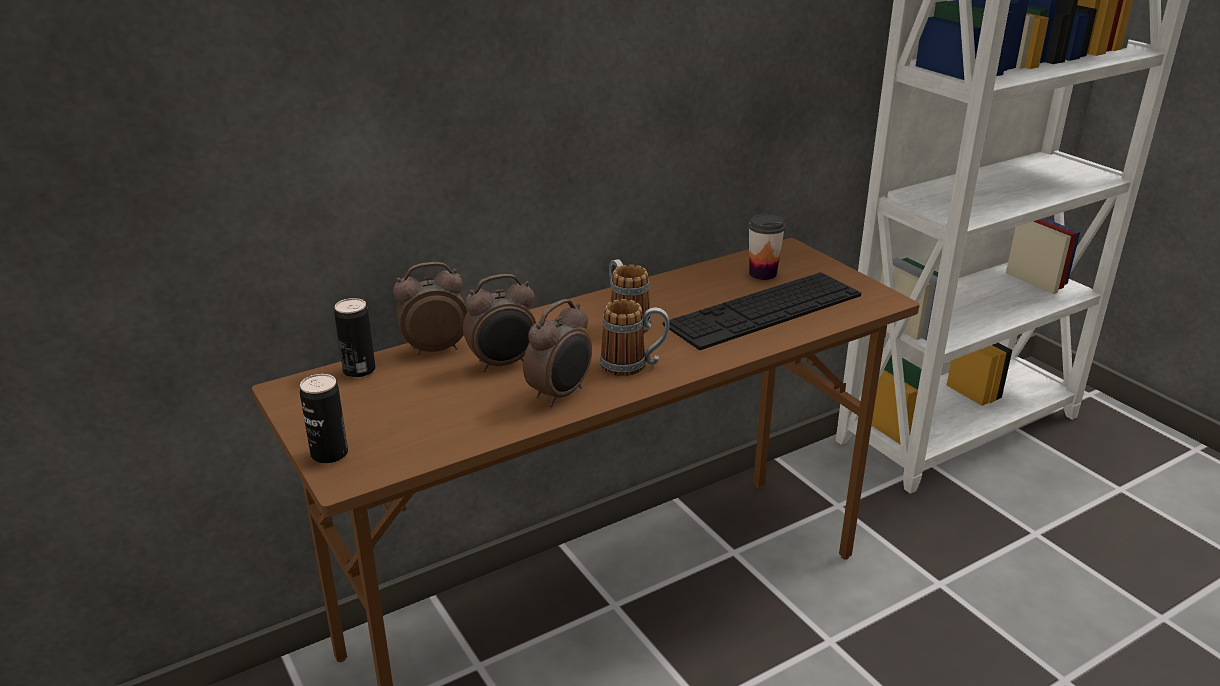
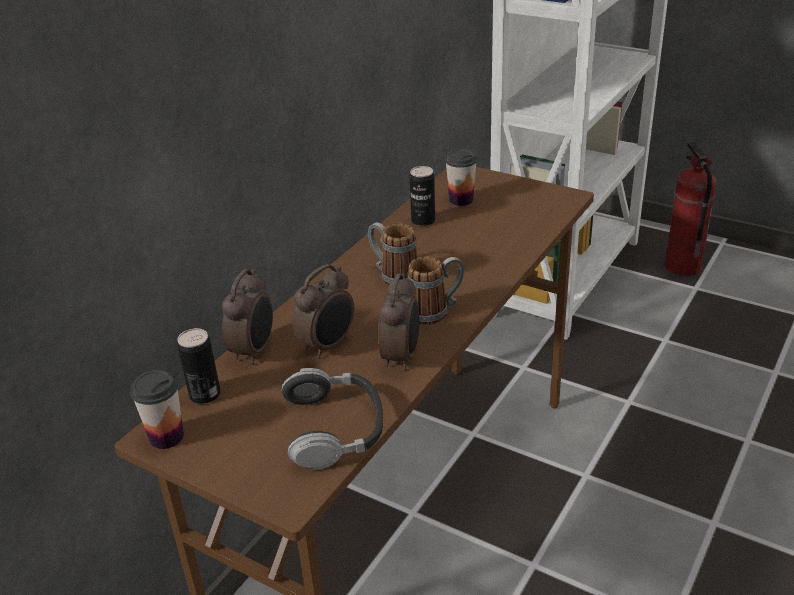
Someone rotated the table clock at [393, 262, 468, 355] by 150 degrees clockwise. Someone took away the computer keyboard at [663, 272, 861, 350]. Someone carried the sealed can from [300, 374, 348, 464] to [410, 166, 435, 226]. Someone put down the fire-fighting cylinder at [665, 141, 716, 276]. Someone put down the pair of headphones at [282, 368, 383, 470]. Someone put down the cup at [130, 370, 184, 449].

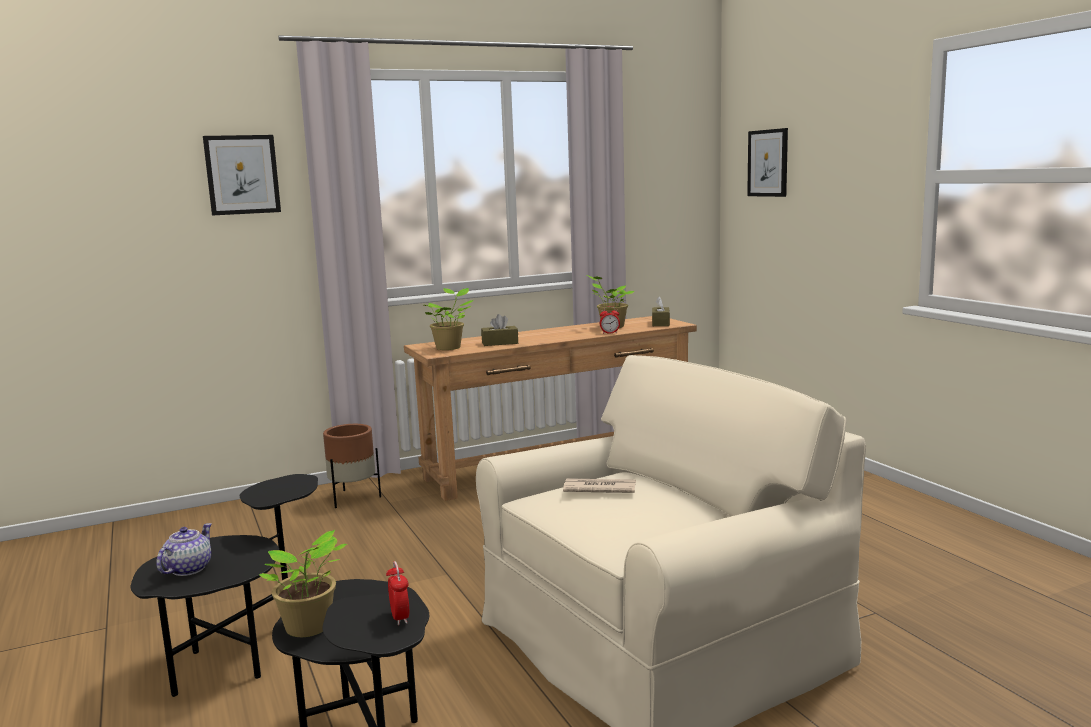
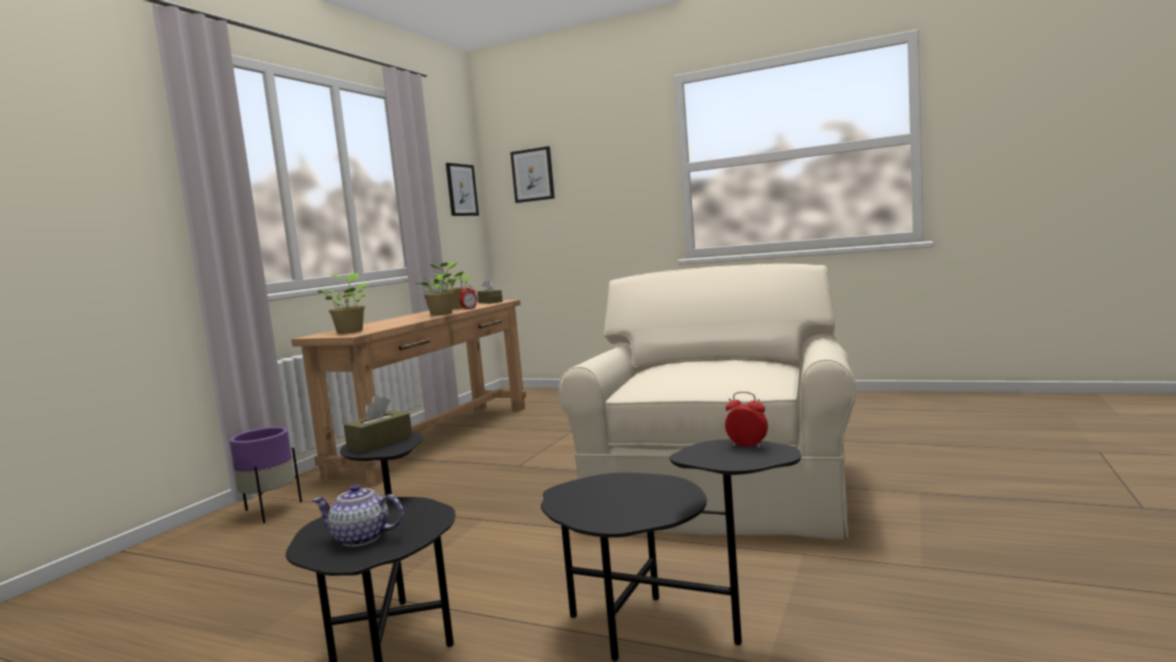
Someone carried the wall picture from [203, 135, 281, 216] to [446, 163, 479, 216]. Someone carried the brown tissue holder from [481, 314, 518, 346] to [344, 395, 412, 453]. Someone repainted the brown flower pot at [323, 424, 381, 508], which became the purplish flower pot at [229, 427, 302, 523]. Someone took away the daily paper at [563, 478, 636, 493]. Someone rotated the teapot at [156, 523, 212, 576] by 60 degrees counterclockwise. Someone carried the potted plant from [259, 530, 347, 637] to [416, 262, 457, 316].

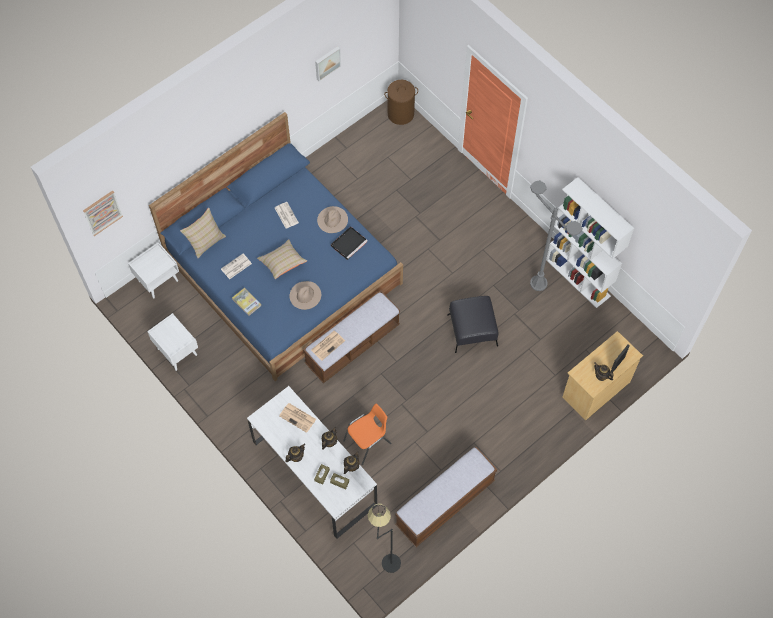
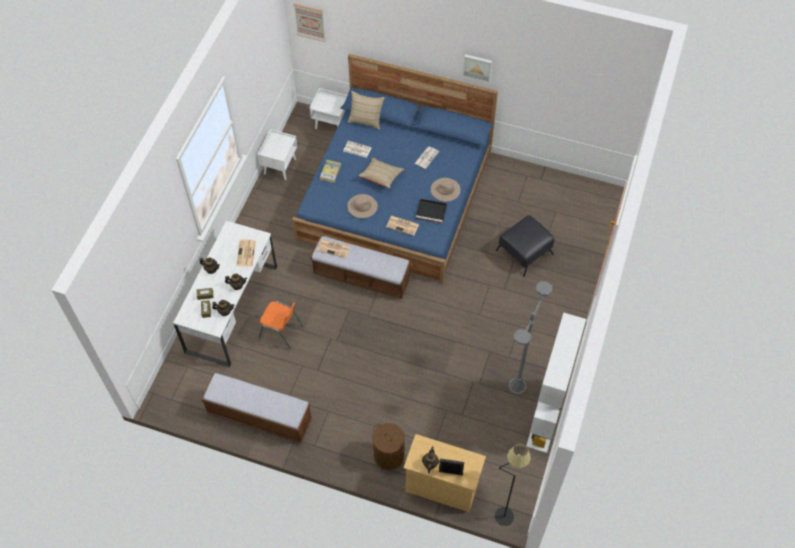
Someone carried the wall picture from [315, 46, 341, 81] to [463, 54, 492, 82]. Someone carried the brown hamper from [384, 80, 418, 125] to [373, 423, 405, 470]. Someone carried the black pouffe from [447, 296, 499, 353] to [496, 215, 555, 277]. Someone carried the black standard lamp from [368, 503, 401, 573] to [495, 443, 531, 526]. Someone put down the daily paper at [386, 216, 419, 236].

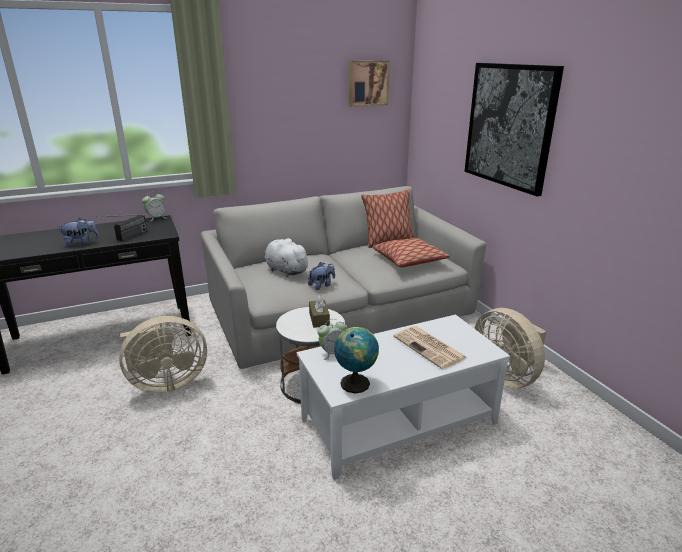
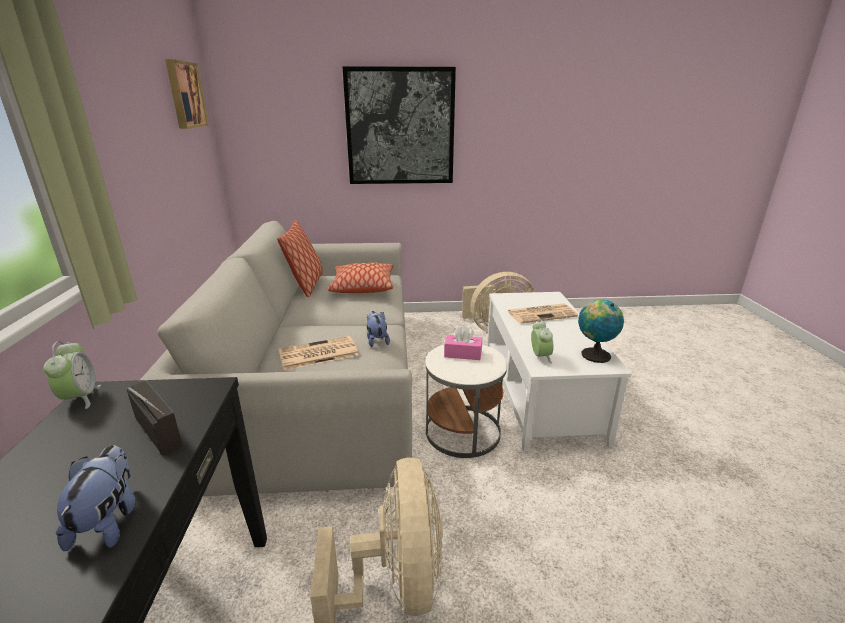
Someone swapped the whitish soft toy at [265, 238, 311, 277] for the daily paper at [279, 336, 359, 370]. Someone repainted the brown tissue holder at [309, 295, 330, 328], which became the pink tissue holder at [444, 326, 482, 360].

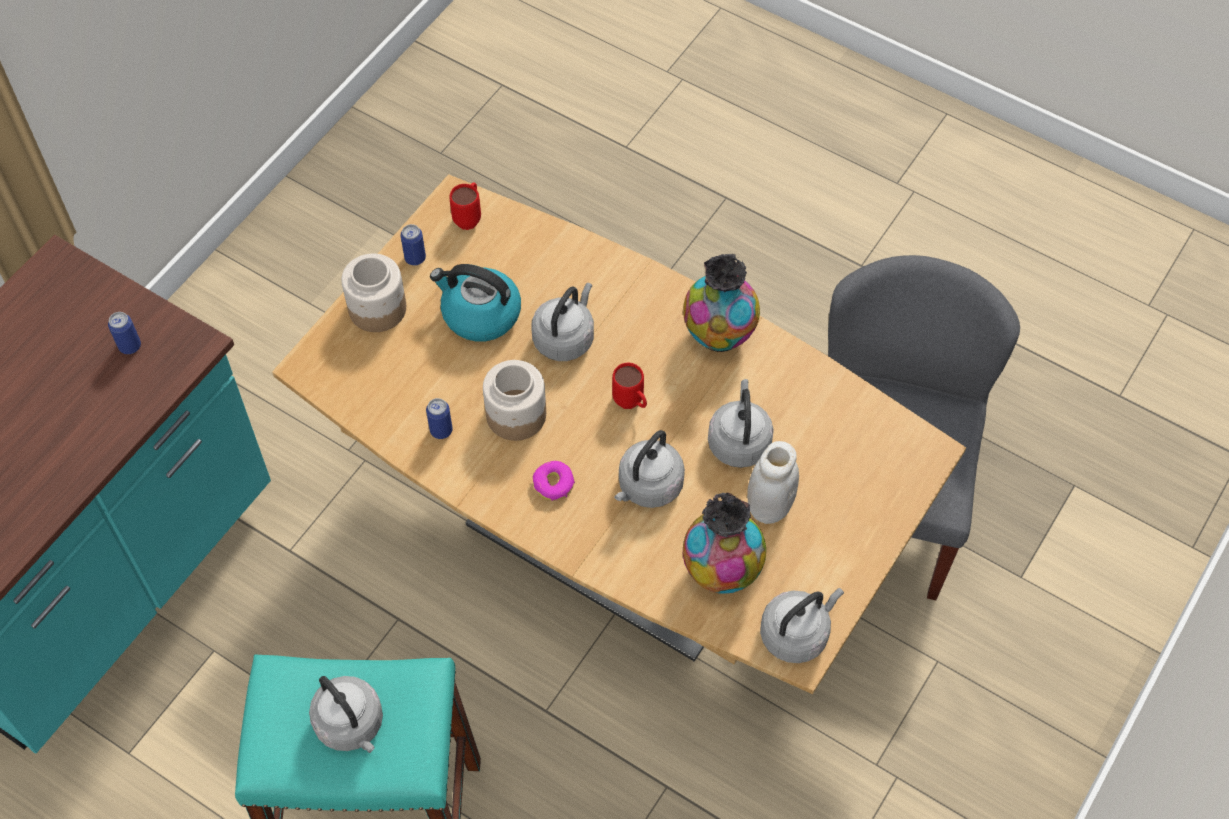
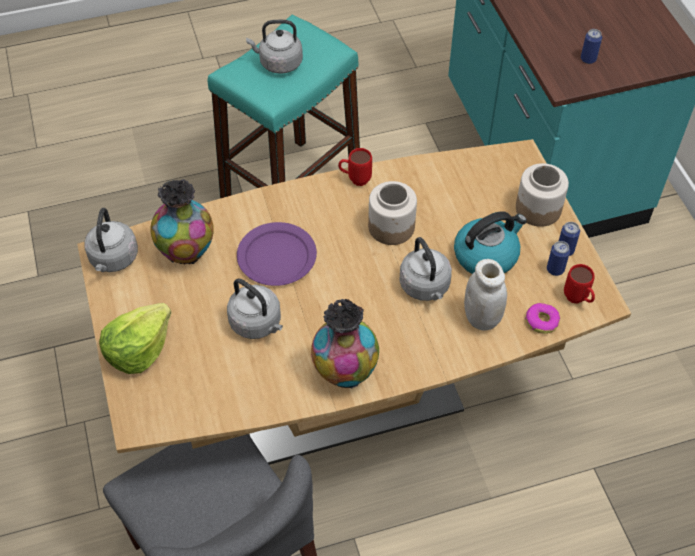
Someone carried the reddish mug from [612, 363, 647, 409] to [338, 148, 372, 186]. Someone carried the sealed can from [426, 398, 453, 439] to [547, 241, 570, 276]. Someone swapped the gray tea kettle at [614, 430, 685, 508] for the purplish plate at [237, 222, 317, 286]. Someone carried the whitish storage jar from [747, 441, 799, 524] to [464, 259, 507, 331]. Someone carried the ring doughnut from [533, 461, 575, 501] to [525, 303, 560, 334]. Someone put down the lettuce at [99, 303, 172, 374].

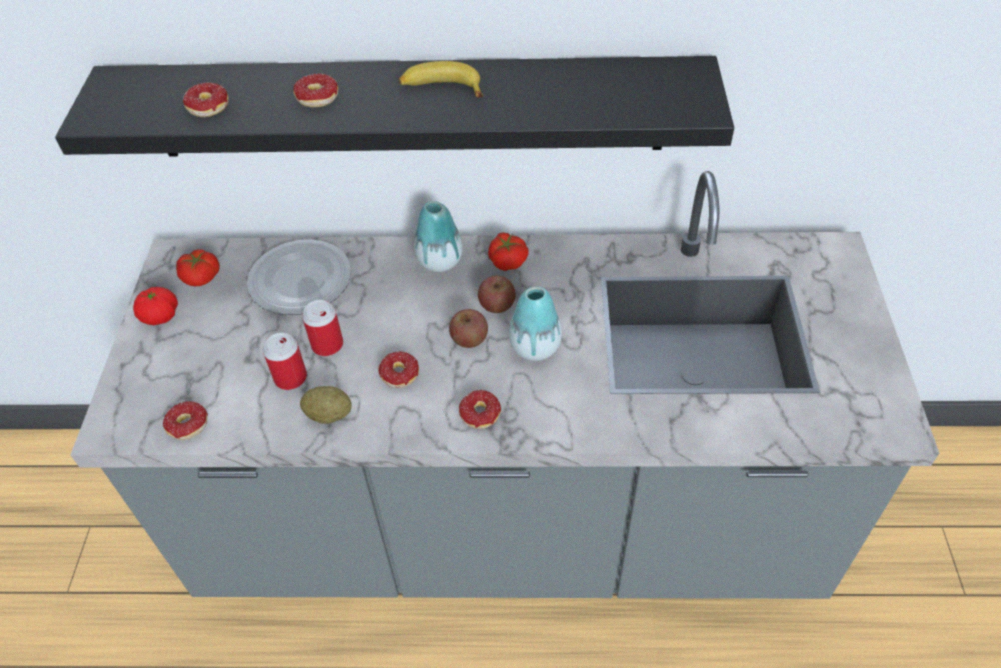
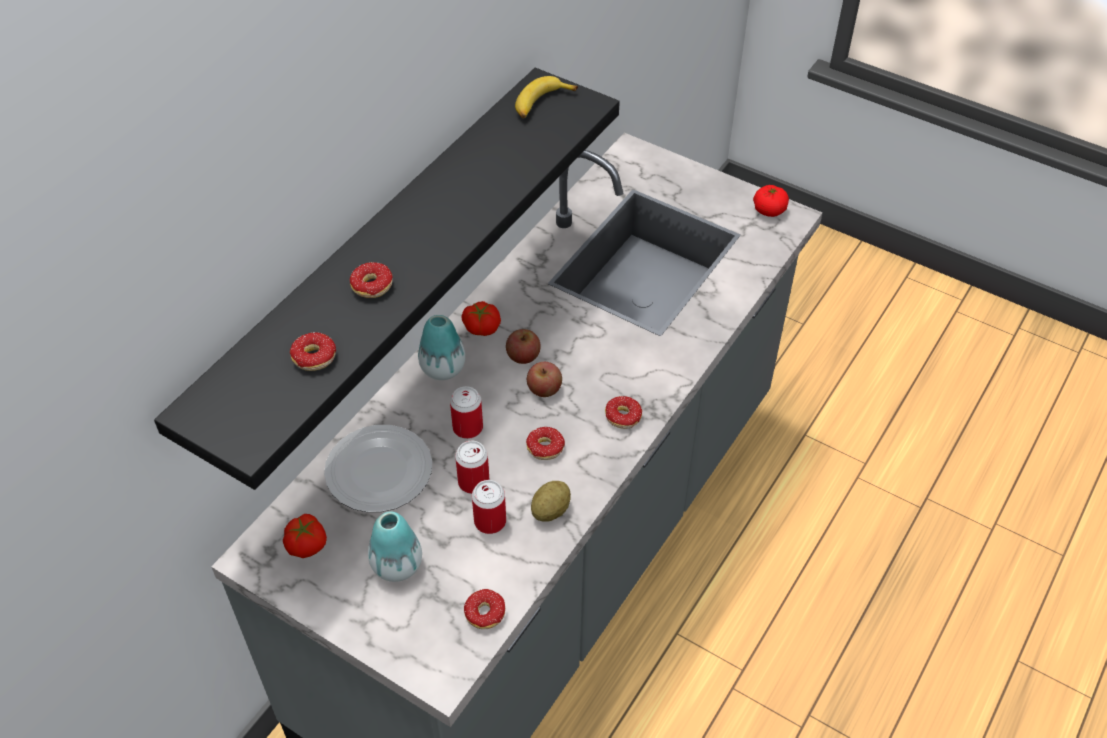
Someone carried the whole banana from [398, 61, 483, 98] to [515, 76, 578, 118]. Someone carried the flower vase from [509, 286, 562, 361] to [368, 511, 422, 582]. Someone carried the whole tomato from [133, 287, 178, 325] to [753, 185, 789, 217]. Someone put down the sealed can at [450, 386, 483, 439].

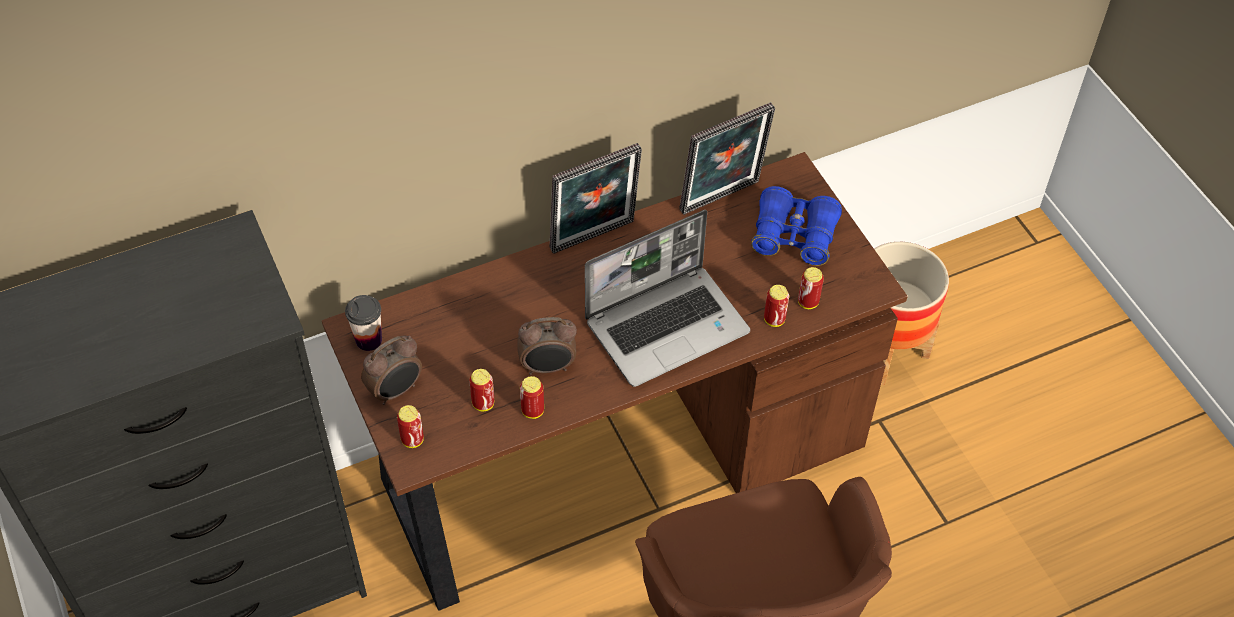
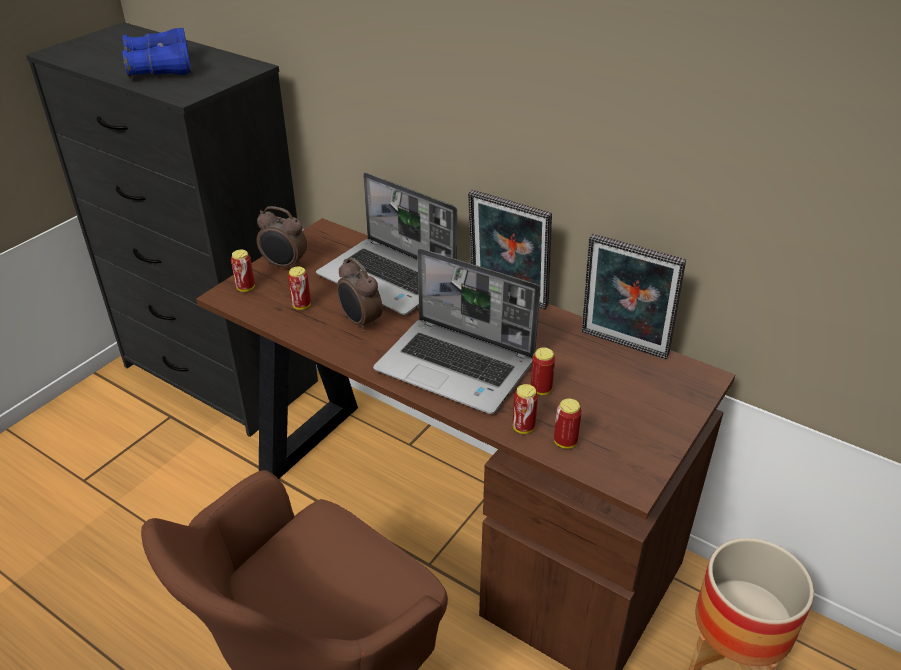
Someone carried the blue pair of binoculars from [751, 186, 842, 266] to [122, 28, 192, 78]. Someone took away the cup at [345, 295, 382, 351]. Someone carried the sealed can from [520, 376, 544, 419] to [531, 347, 555, 395]. Someone put down the portable computer at [316, 173, 457, 315].

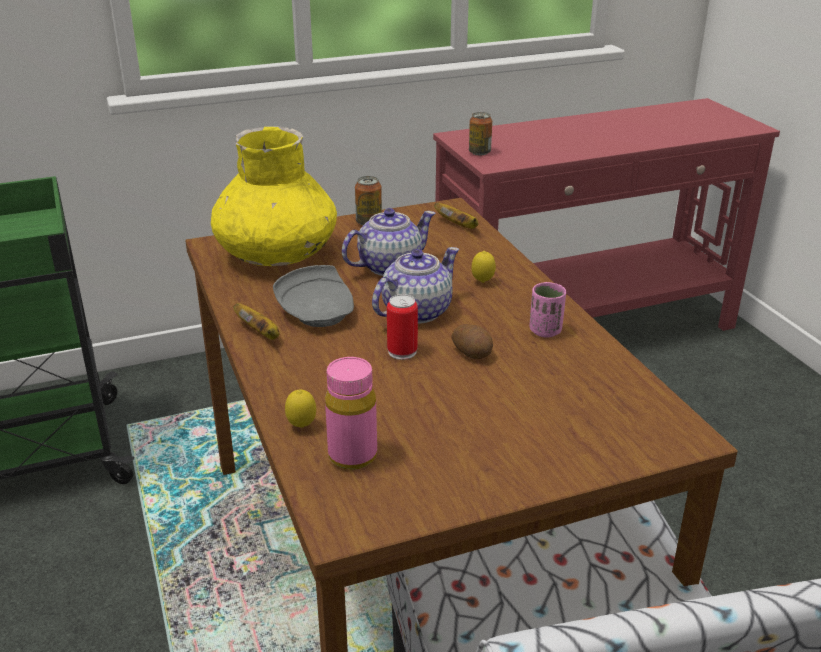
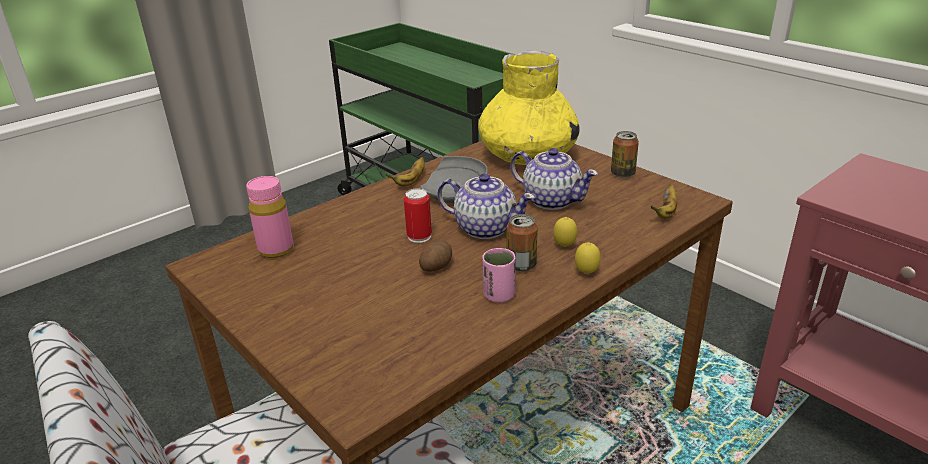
Someone carried the sealed can from [469, 112, 492, 155] to [506, 214, 538, 272]. Someone carried the whole lemon from [285, 390, 316, 428] to [575, 242, 600, 274].

